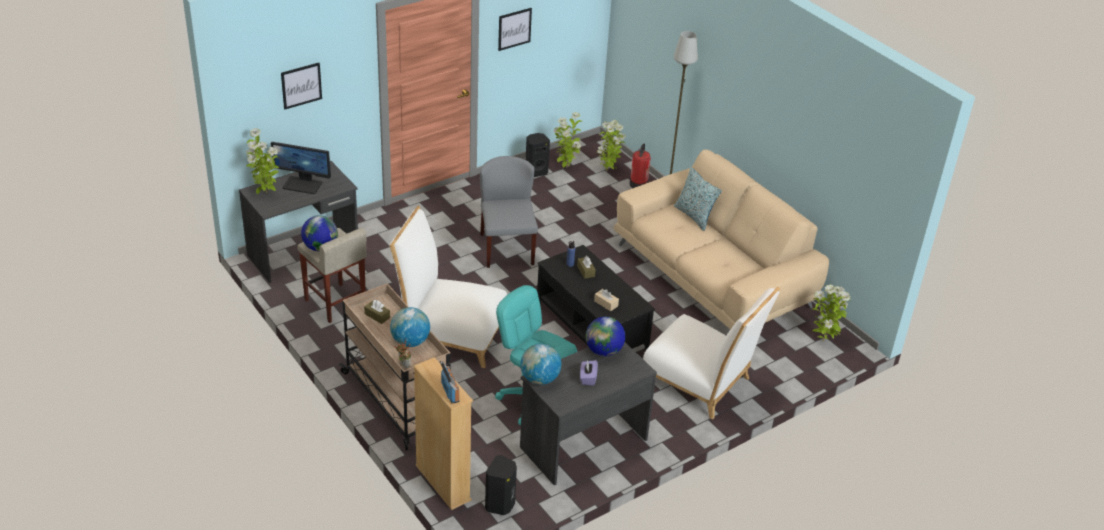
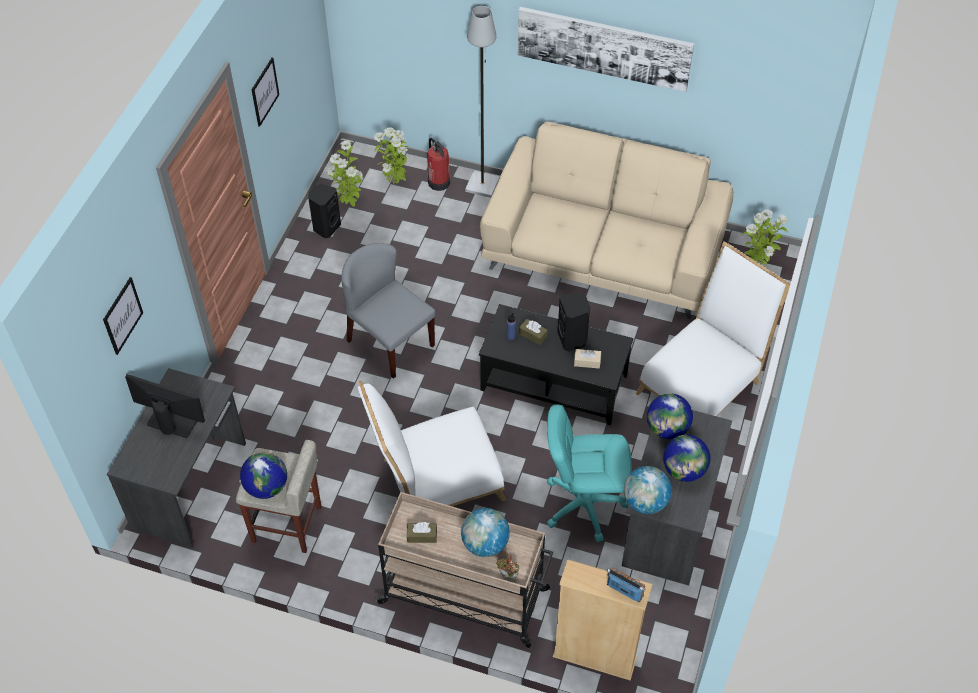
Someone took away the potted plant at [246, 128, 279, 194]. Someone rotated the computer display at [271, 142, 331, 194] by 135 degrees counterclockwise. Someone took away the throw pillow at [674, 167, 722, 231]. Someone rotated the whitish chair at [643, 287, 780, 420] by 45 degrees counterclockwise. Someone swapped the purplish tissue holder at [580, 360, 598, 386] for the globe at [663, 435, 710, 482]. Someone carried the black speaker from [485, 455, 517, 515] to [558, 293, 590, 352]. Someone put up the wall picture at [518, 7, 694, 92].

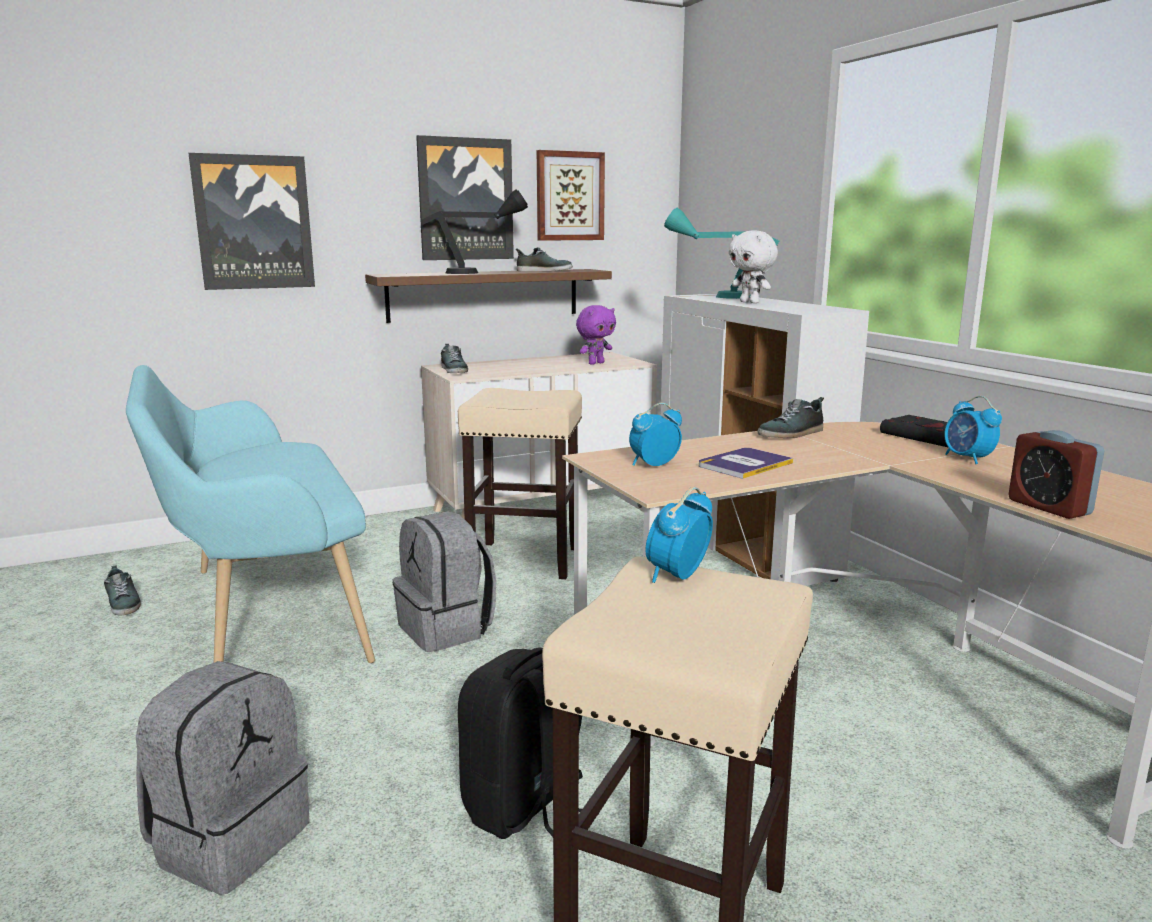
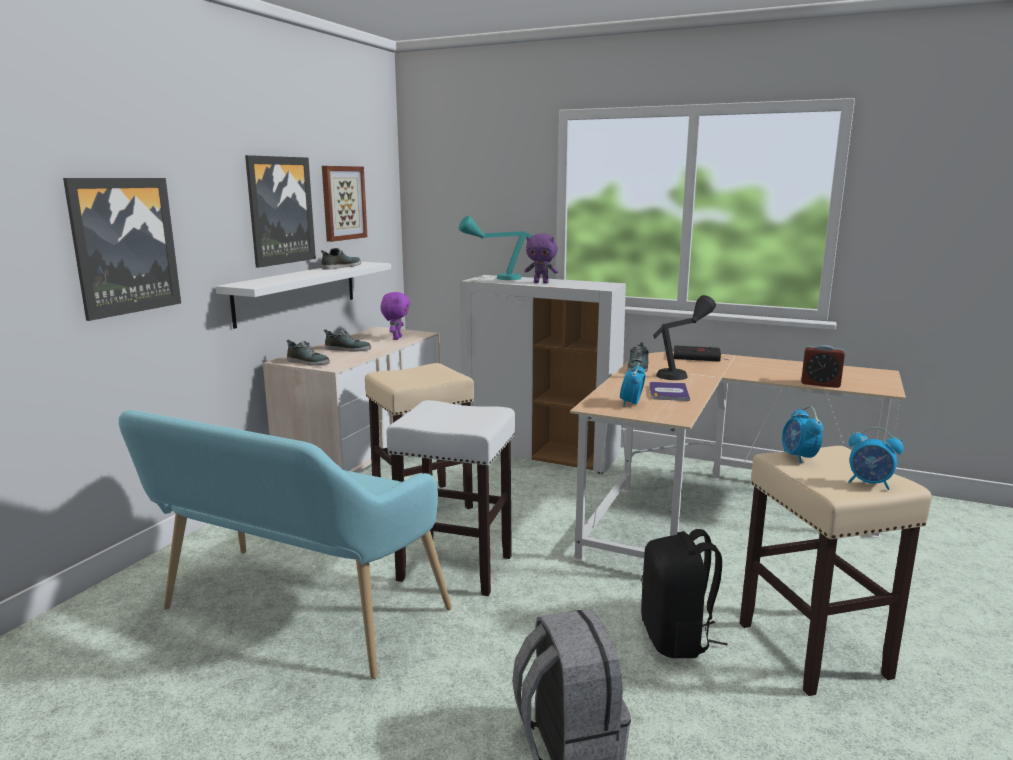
Someone carried the black lamp for a table from [421, 189, 528, 274] to [653, 295, 716, 380]. Someone repainted the whitish soft toy at [729, 230, 778, 303], which became the purplish soft toy at [525, 233, 558, 283]. Someone repainted the brown bracket shelf at [365, 269, 612, 323], which became the whitish bracket shelf at [215, 262, 391, 329]. Someone carried the table clock from [944, 396, 1002, 464] to [848, 427, 904, 490]. Someone swapped the gray knapsack at [393, 511, 496, 652] for the whitish sitting stool at [386, 400, 515, 596]. Someone carried the item of footwear from [104, 565, 141, 615] to [324, 329, 371, 352].

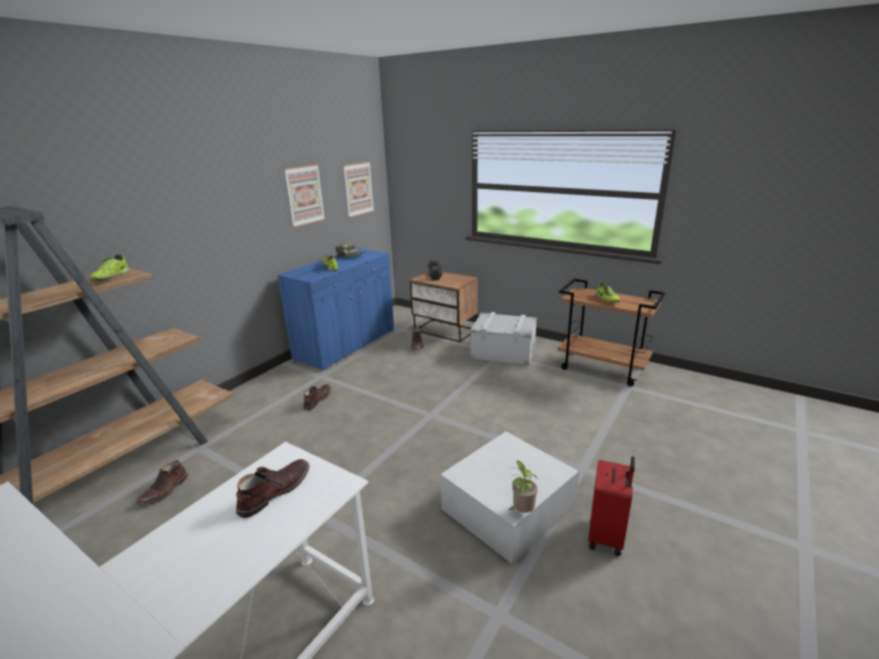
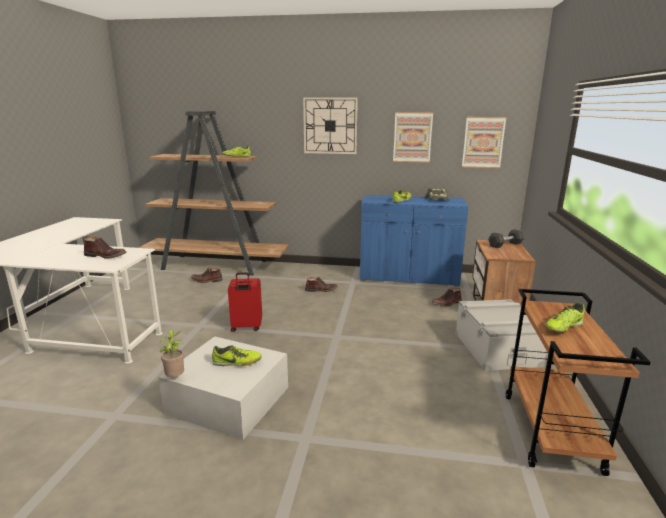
Someone carried the reddish travel case from [588, 456, 635, 556] to [228, 272, 262, 332]. Someone put up the clock on the wall at [303, 97, 358, 154]. Someone put down the item of footwear at [212, 345, 262, 366].

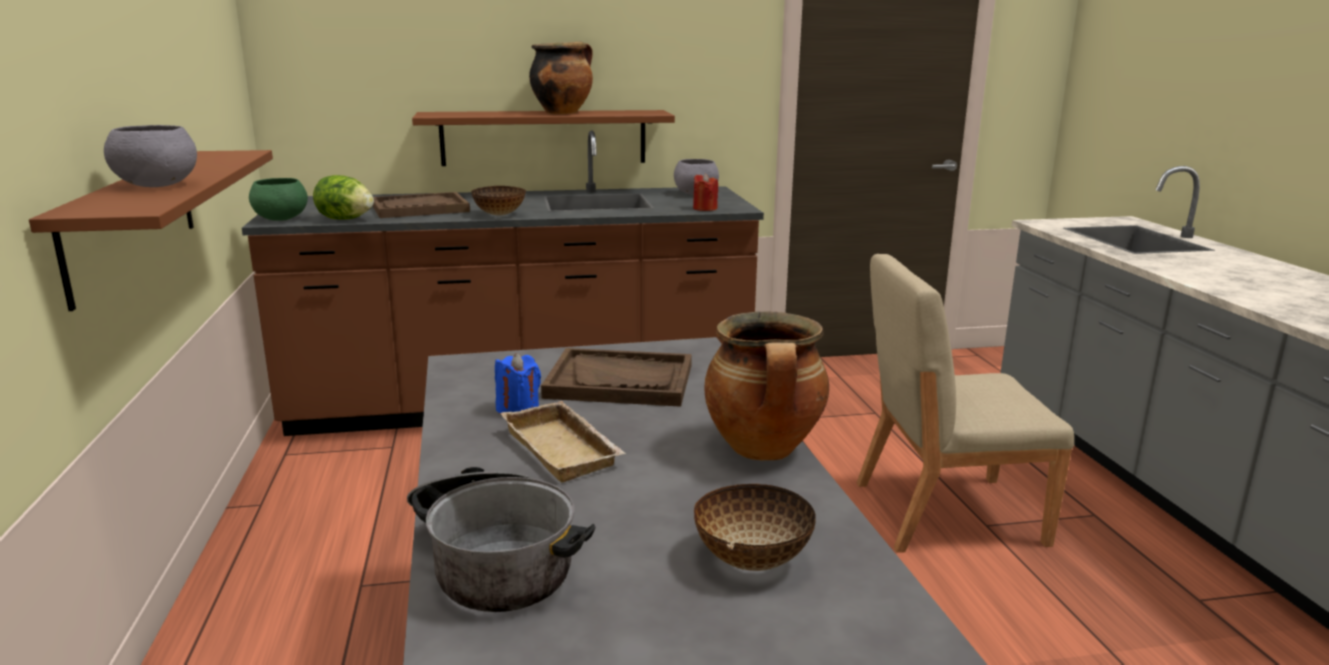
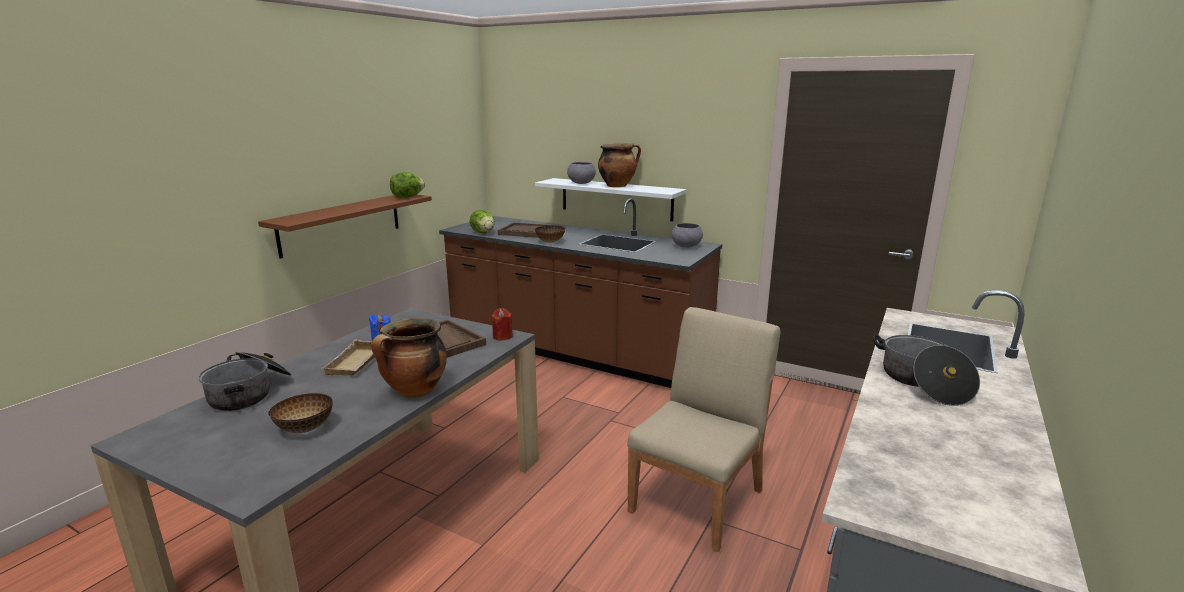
Someone repainted the brown bracket shelf at [412, 110, 675, 166], which became the whitish bracket shelf at [535, 178, 686, 221]. Someone carried the gray bowl from [104, 125, 197, 187] to [567, 162, 596, 184]. Someone carried the reddish candle from [693, 173, 718, 211] to [491, 308, 513, 340]. Someone took away the greenish bowl at [249, 178, 308, 221]. Someone rotated the beige-coloured chair at [857, 254, 1074, 553] by 90 degrees clockwise. Someone put down the lettuce at [390, 172, 425, 198]. Someone put down the stockpot at [873, 334, 980, 406].

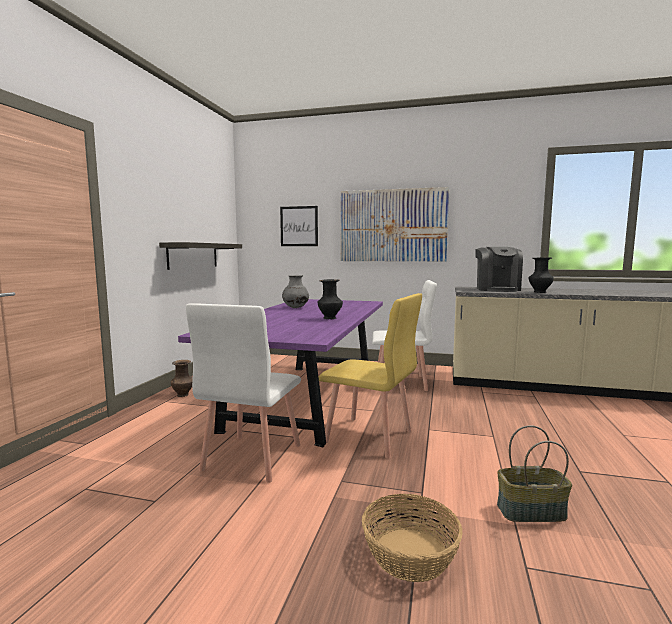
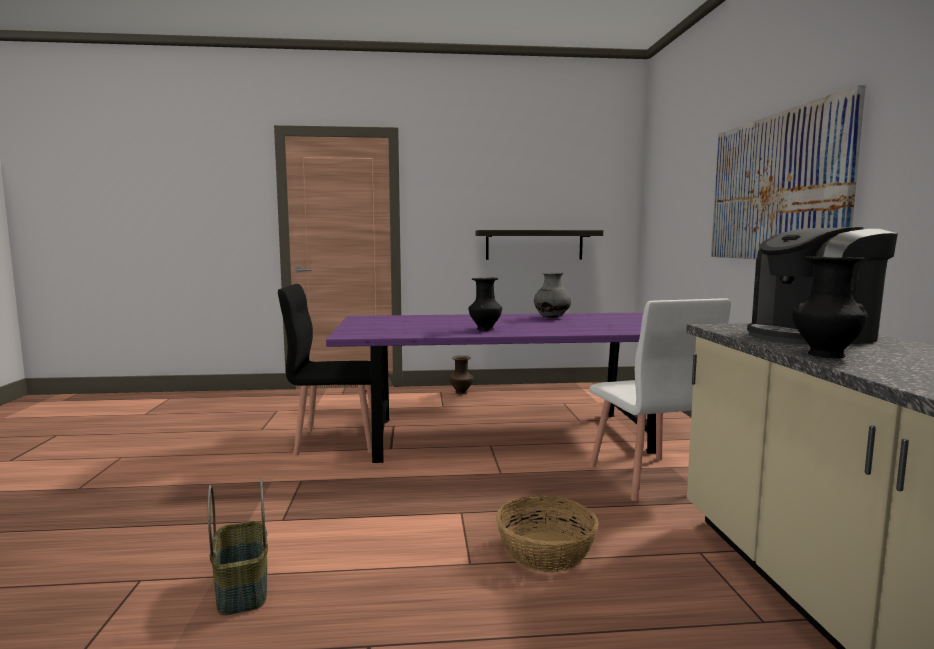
Someone took away the wall picture at [280, 206, 318, 246]. Someone took away the yellow chair at [319, 293, 422, 459]. Someone repainted the whitish chair at [186, 303, 301, 483], which became the black chair at [278, 284, 384, 455]. Someone carried the storage basket from [362, 494, 463, 582] to [496, 495, 599, 572].

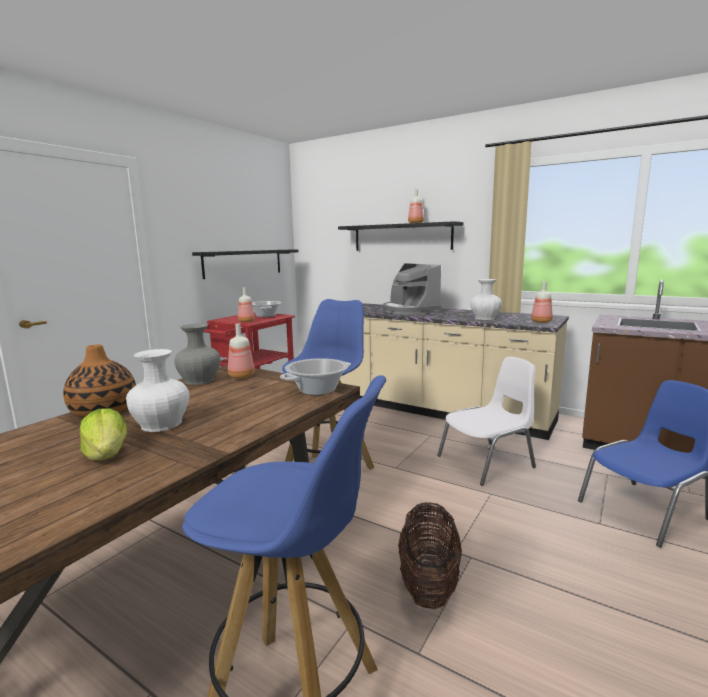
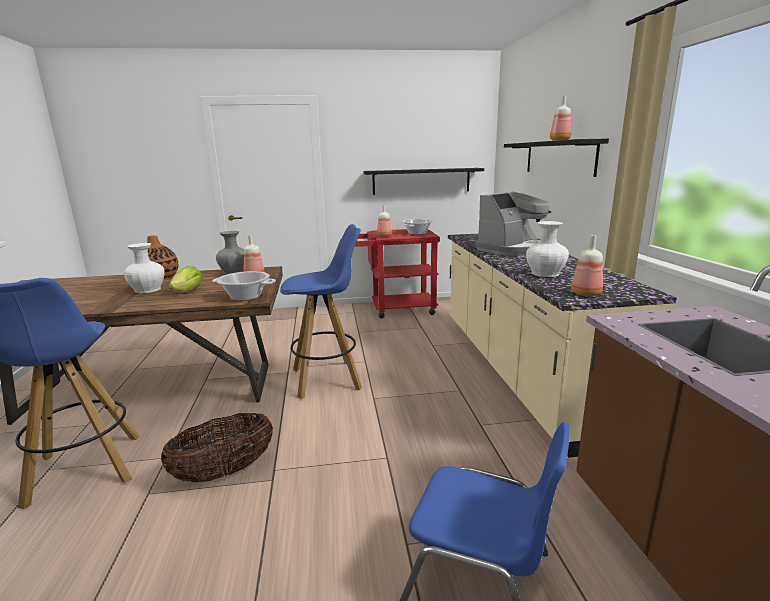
Someone rotated the coffee brewer at [383, 263, 441, 315] by 150 degrees counterclockwise. Someone took away the whitish chair at [437, 357, 536, 486]. Someone carried the lettuce from [80, 408, 127, 461] to [168, 266, 202, 292].

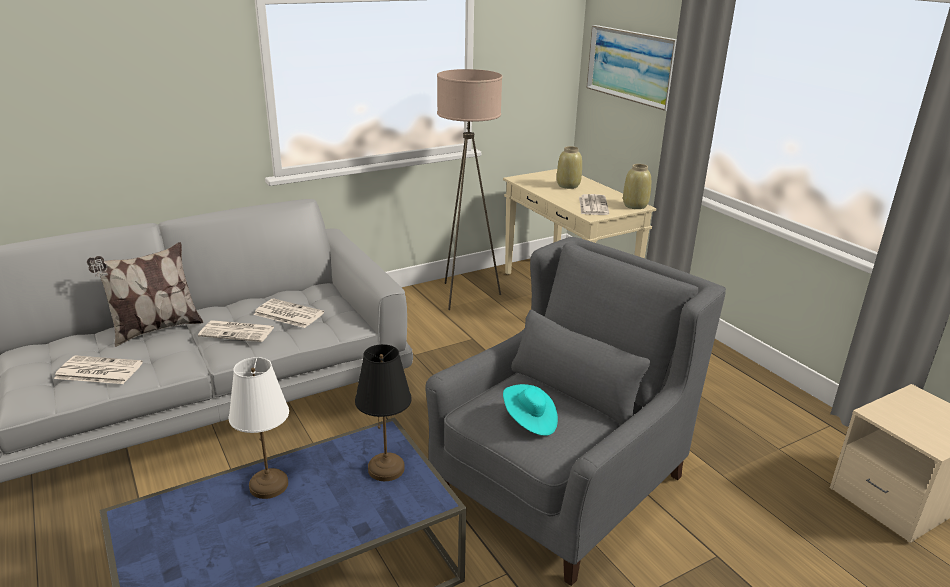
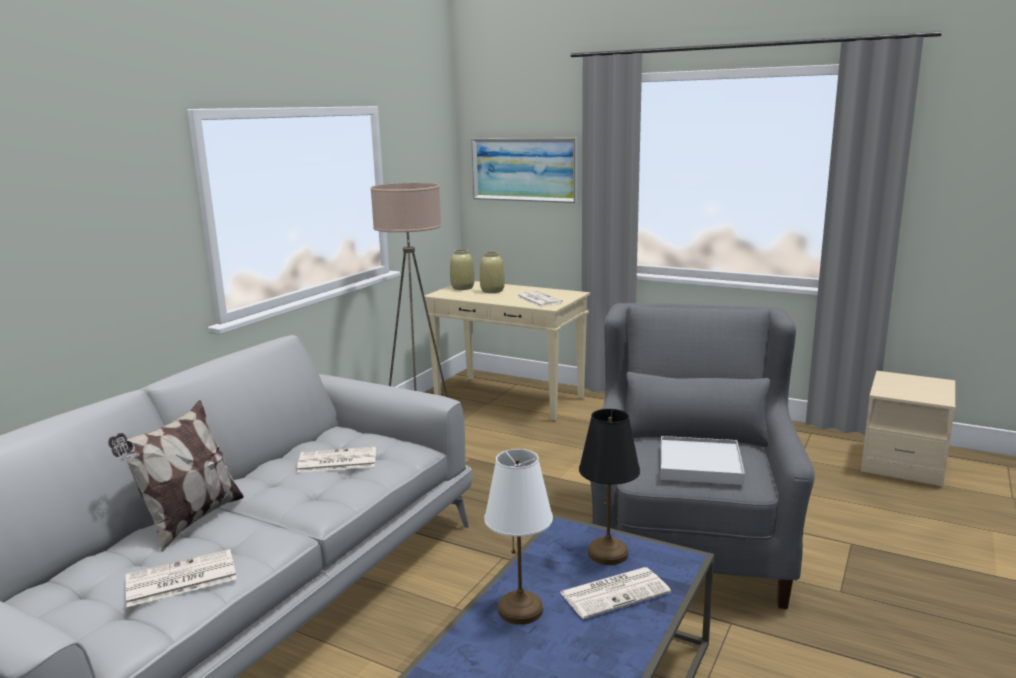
Someone carried the beige-coloured flower vase from [623, 164, 651, 209] to [450, 249, 475, 290]. Someone carried the daily paper from [198, 320, 274, 342] to [560, 567, 671, 619]. Someone swapped the turquoise hat at [503, 384, 558, 436] for the whitish tray at [661, 436, 745, 485].

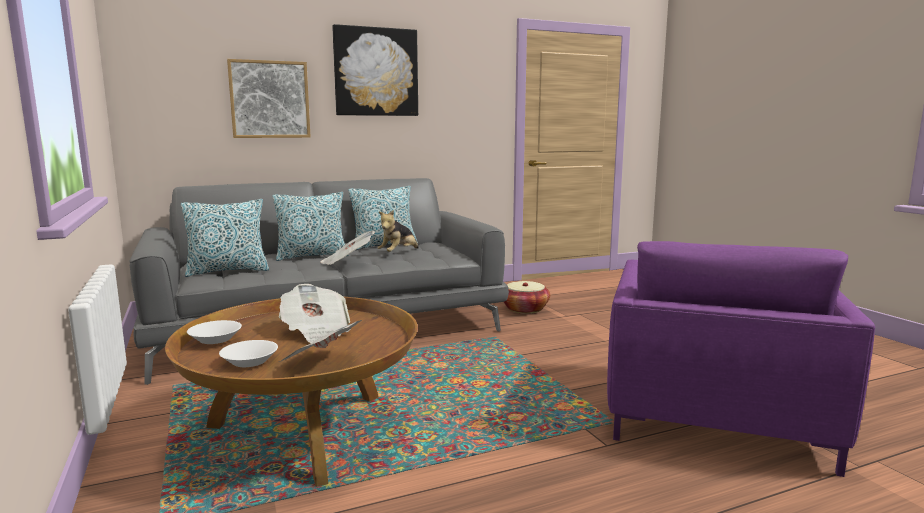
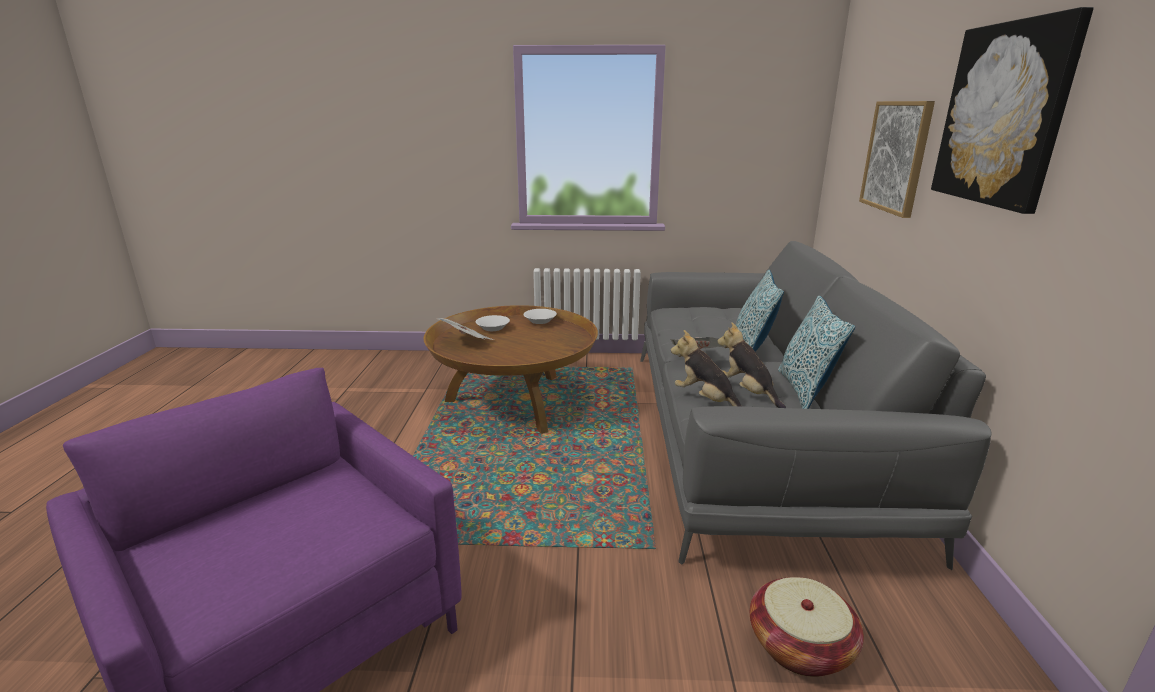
Someone took away the throw pillow at [181, 199, 269, 277]. Someone took away the daily paper at [279, 284, 351, 343]. Someone put down the soft toy at [671, 330, 741, 406].

